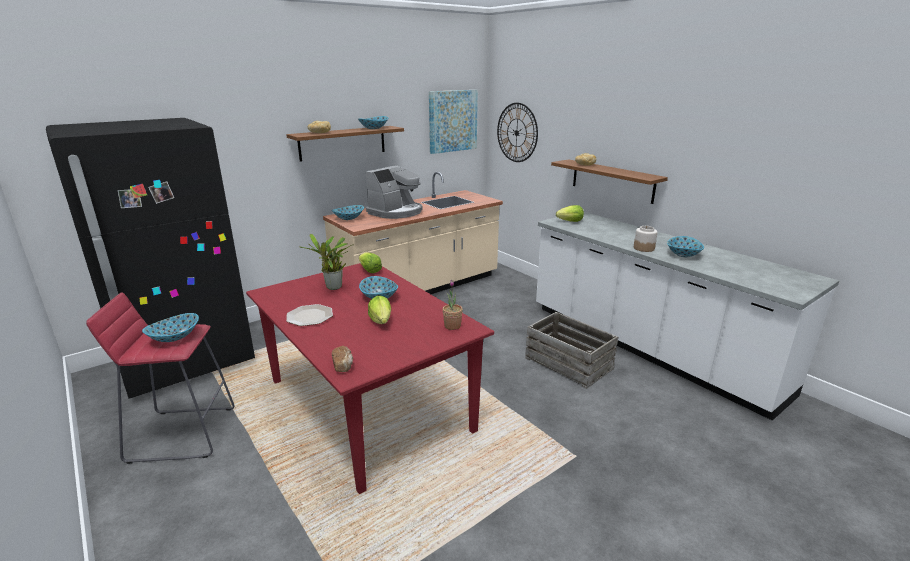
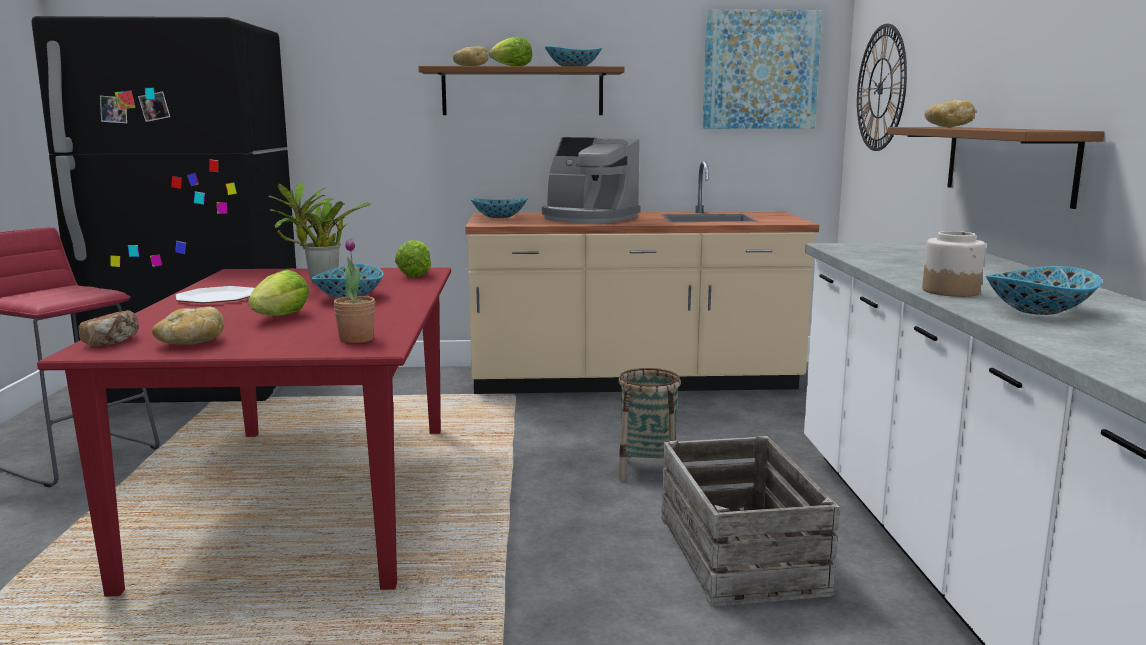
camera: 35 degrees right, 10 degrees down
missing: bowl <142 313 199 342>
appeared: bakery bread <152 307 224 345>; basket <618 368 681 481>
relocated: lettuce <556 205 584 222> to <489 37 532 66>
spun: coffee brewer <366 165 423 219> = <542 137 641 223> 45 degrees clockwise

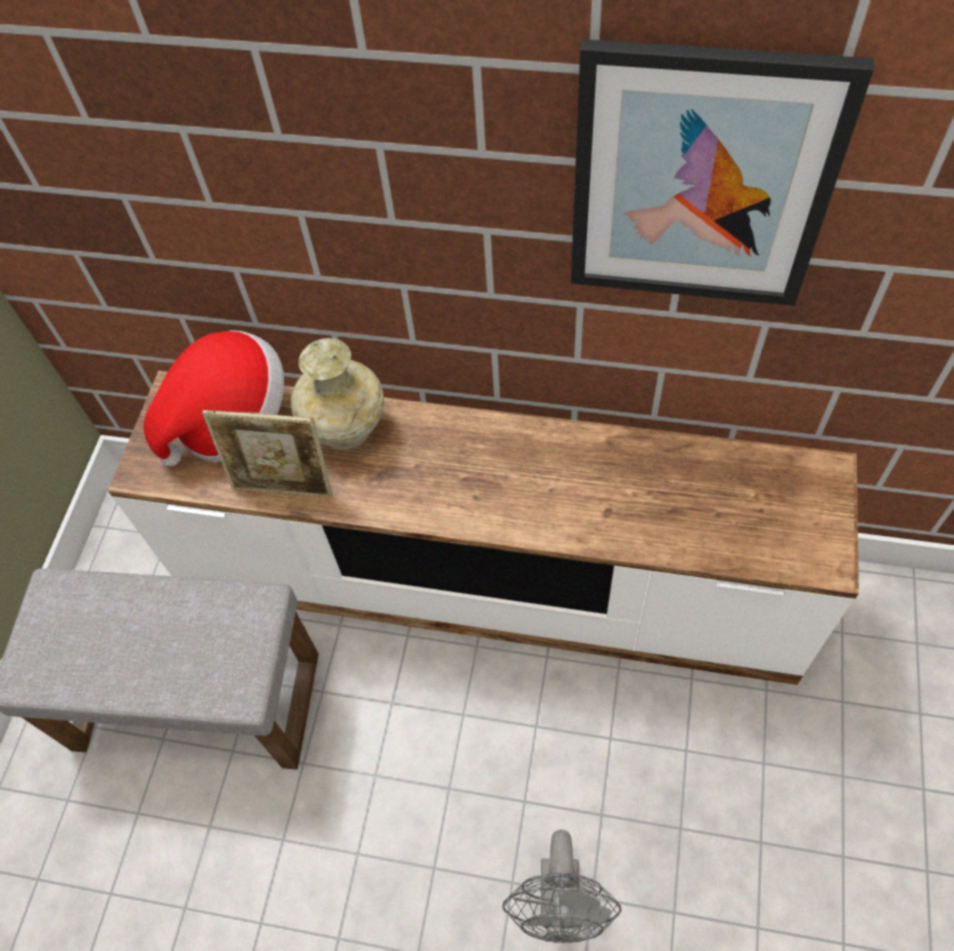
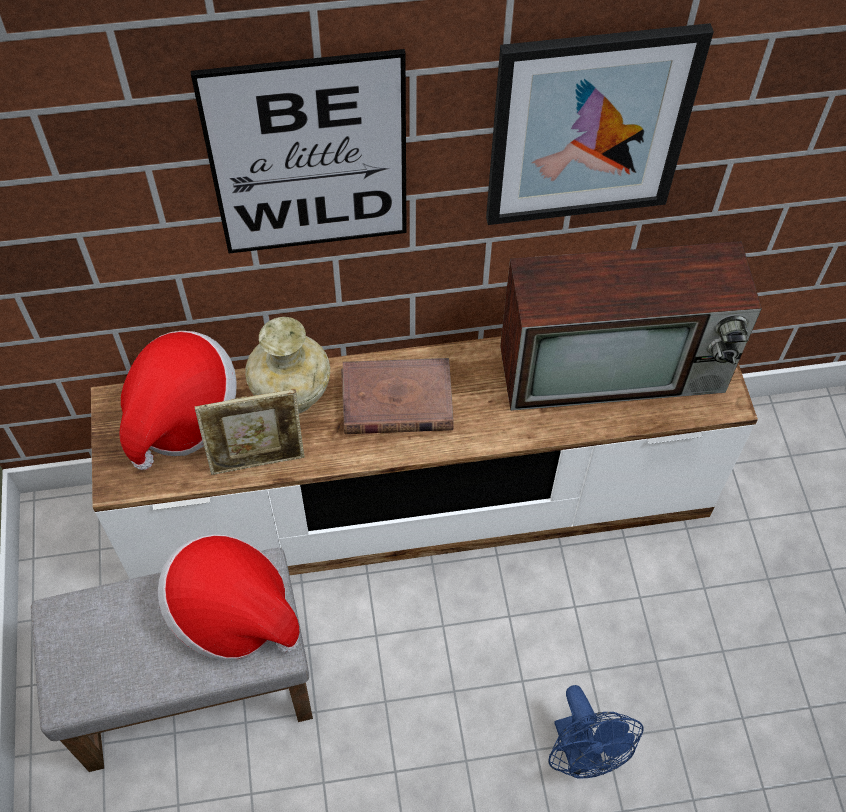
camera: 25 degrees left, 0 degrees up
appeared: hat <158 535 299 660>; picture <191 49 407 253>; brown-coloured volume <341 358 454 434>; television <500 241 762 411>
colour: gray cooling fan <502 830 621 943> to bluish cooling fan <548 685 644 778>

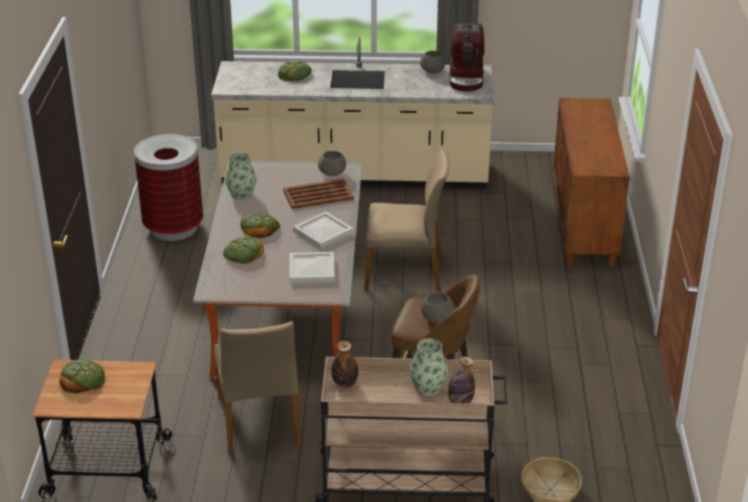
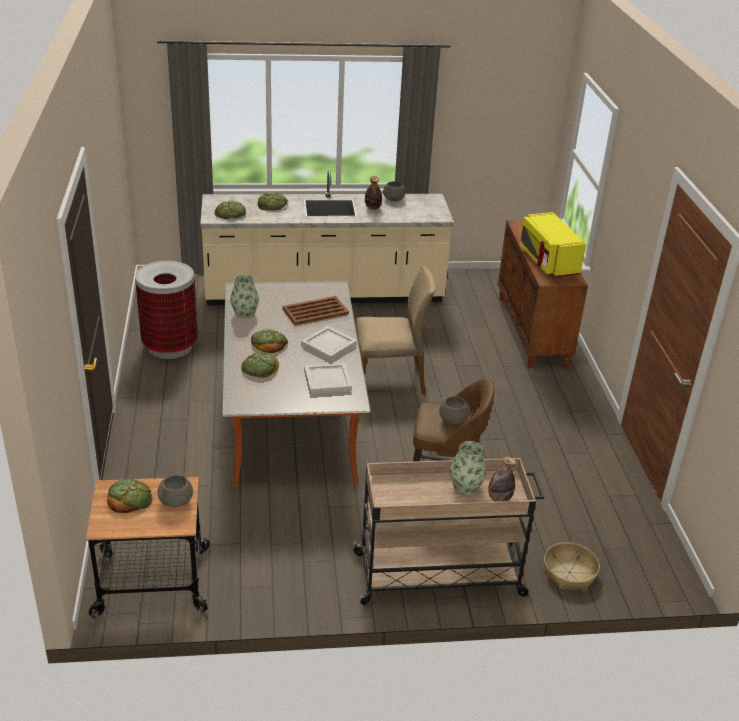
camera: 10 degrees left, 0 degrees up
missing: sand-coloured upright chair <214 321 301 454>; coffee brewer <450 23 485 91>
appeared: bakery bread <214 201 246 219>; yellowish microwave oven <520 212 586 277>
relocated: gray bowl <318 151 346 176> to <158 475 193 507>; drink bottle <331 341 358 388> to <365 176 382 210>

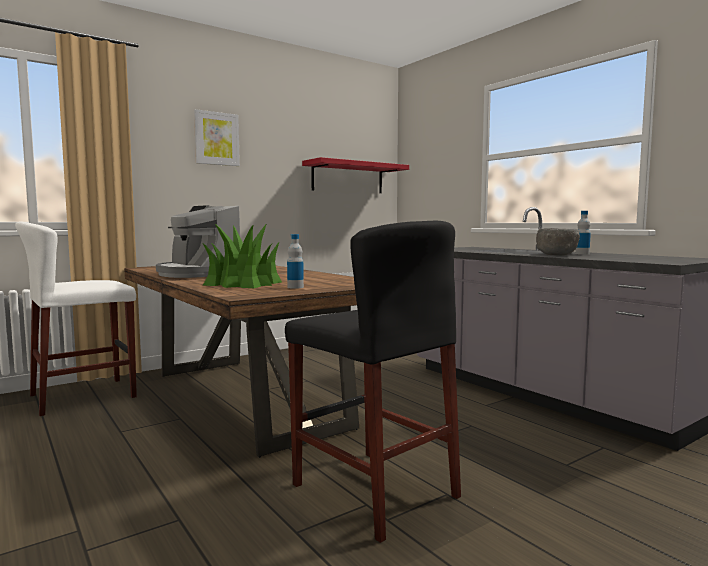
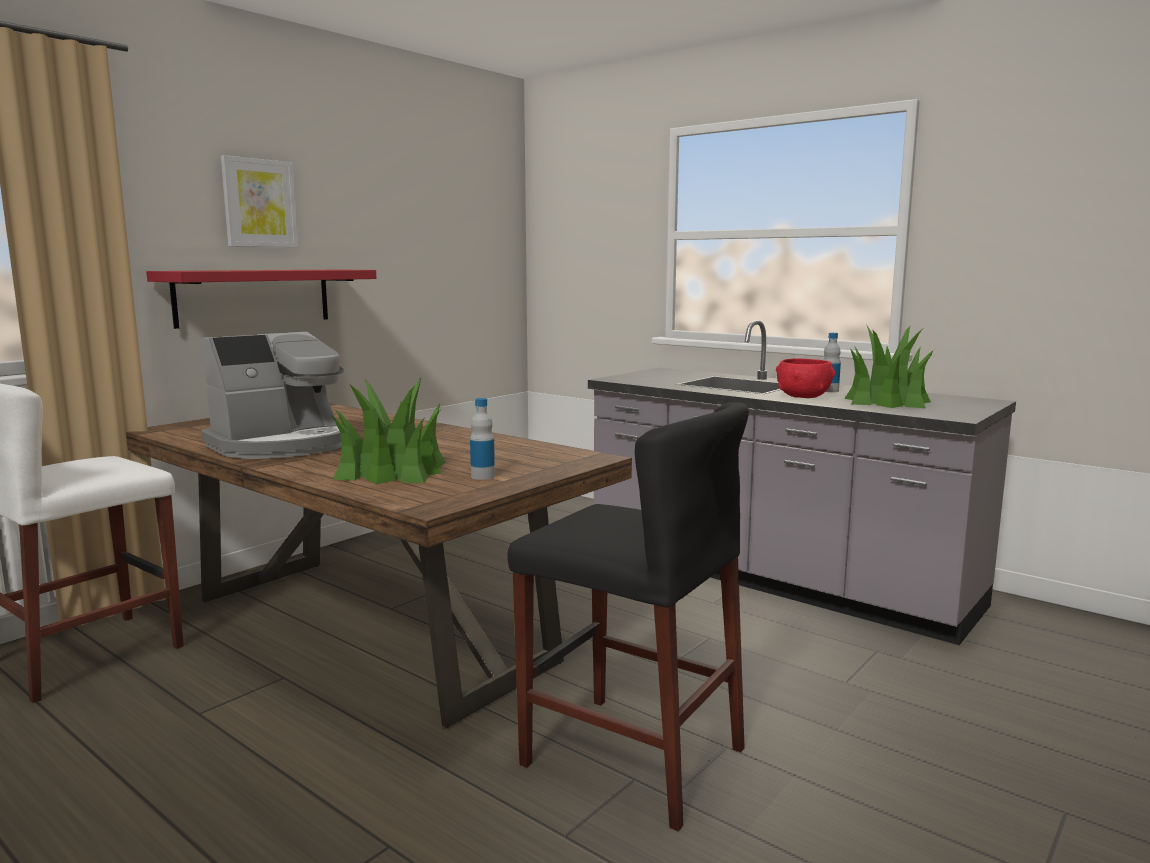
camera: 15 degrees left, 5 degrees up
appeared: plant in a pot <844 324 934 408>
relocated: red-coloured wall shelf <302 157 409 193> to <146 270 376 329>
colour: gray bowl <536 228 580 256> to red-coloured bowl <776 358 835 398>
spun: coffee brewer <156 205 240 278> = <201 332 344 459> 75 degrees counterclockwise

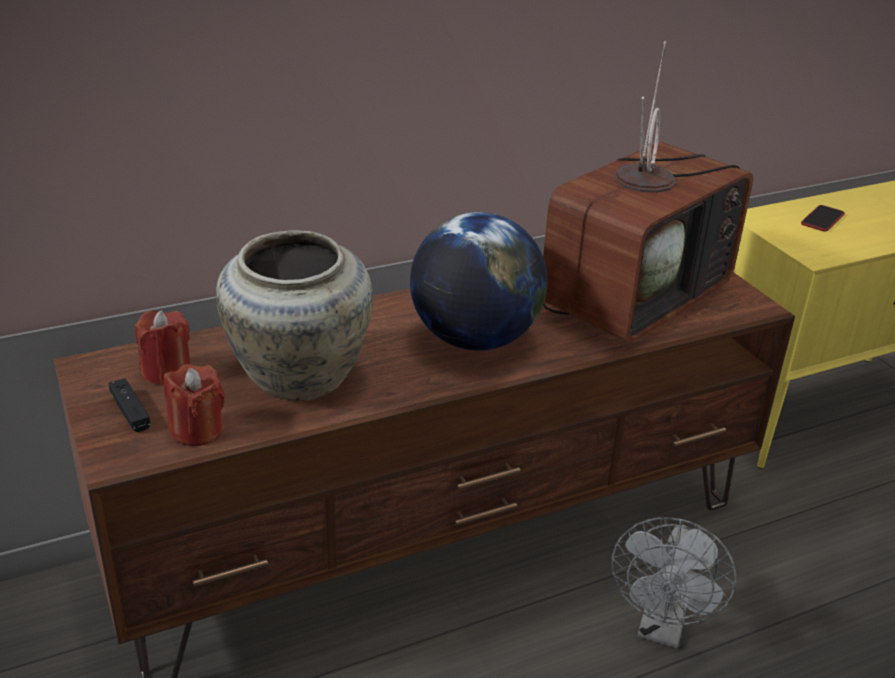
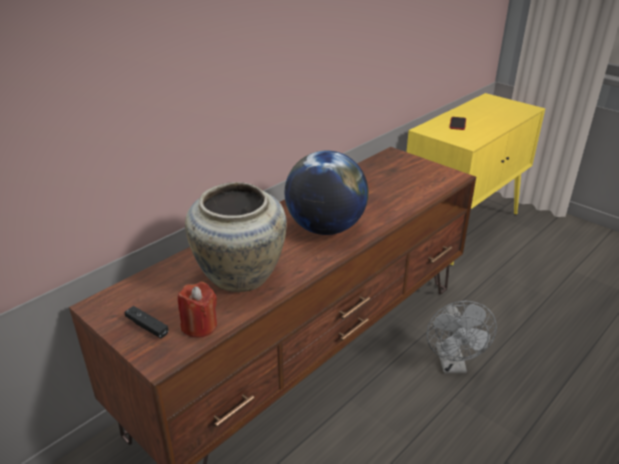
camera: 20 degrees left, 0 degrees up
missing: red-coloured wax candle <135 310 190 386>; television <543 41 753 343>

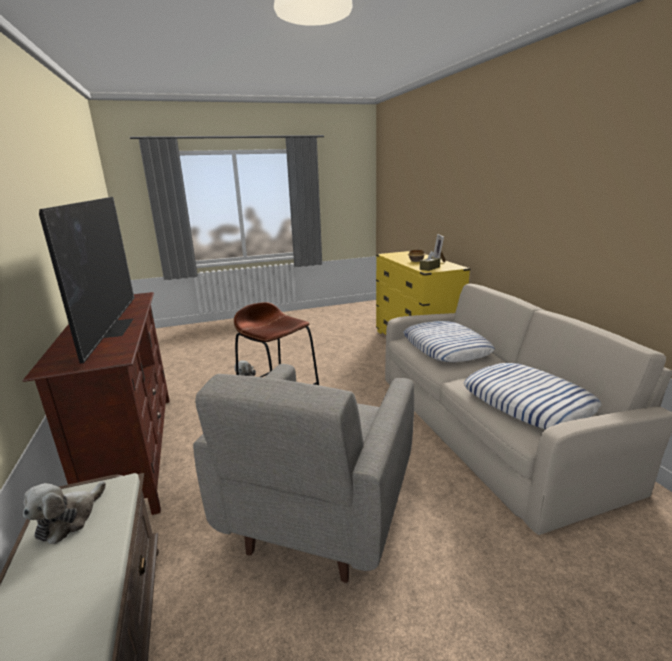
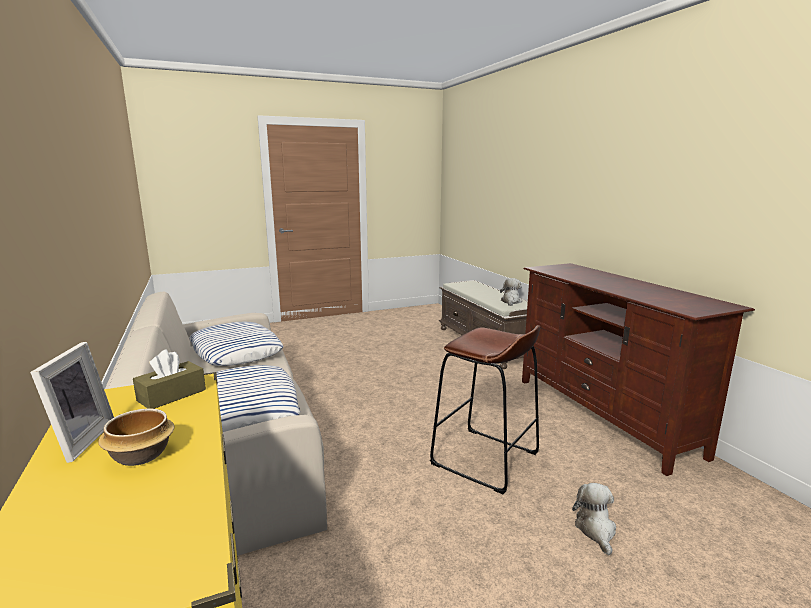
camera: 175 degrees right, 5 degrees down
missing: television <39 197 134 364>; gray easy chair <193 364 414 583>

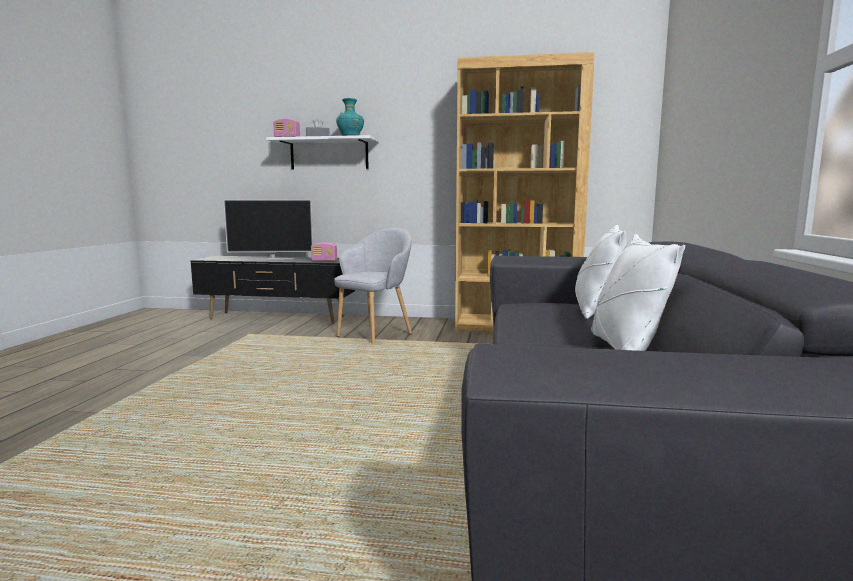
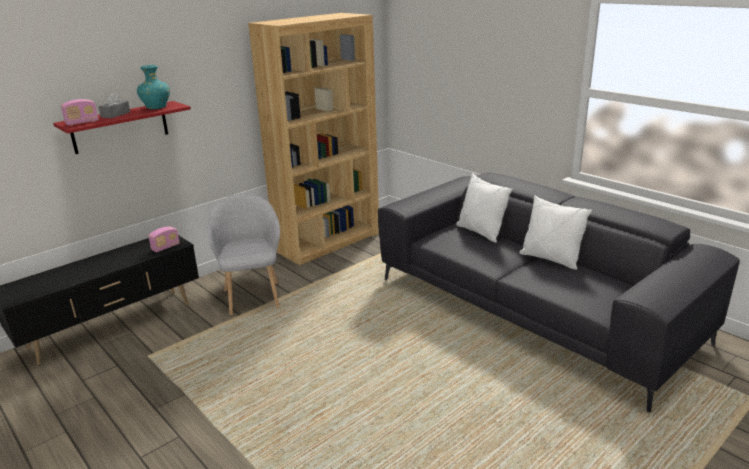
camera: 50 degrees left, 15 degrees up
missing: television <223 200 313 260>
colour: white-coloured wall shelf <266 135 378 169> to red-coloured wall shelf <53 101 191 154>

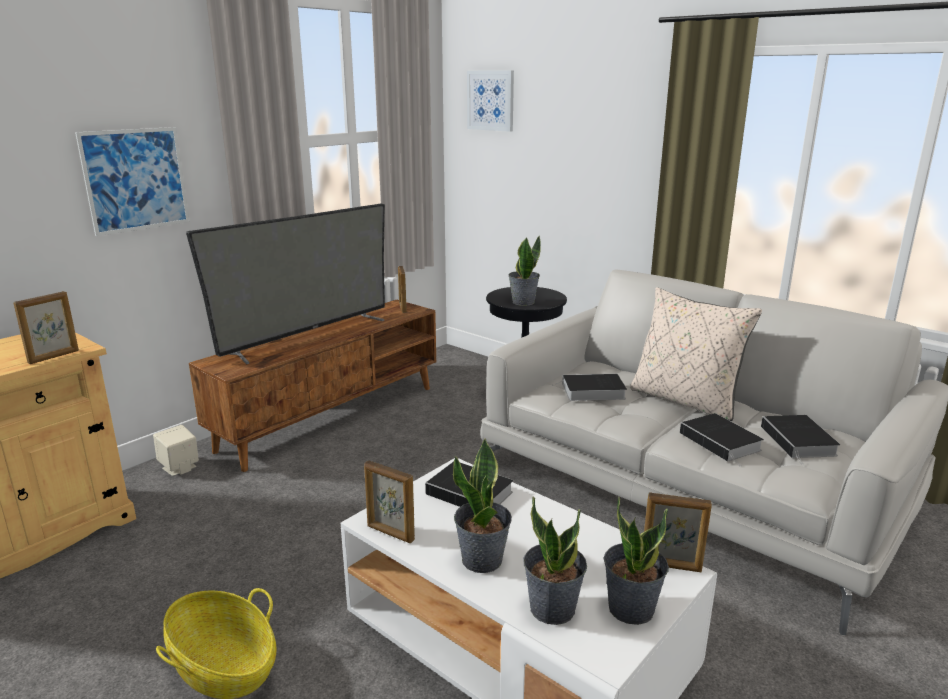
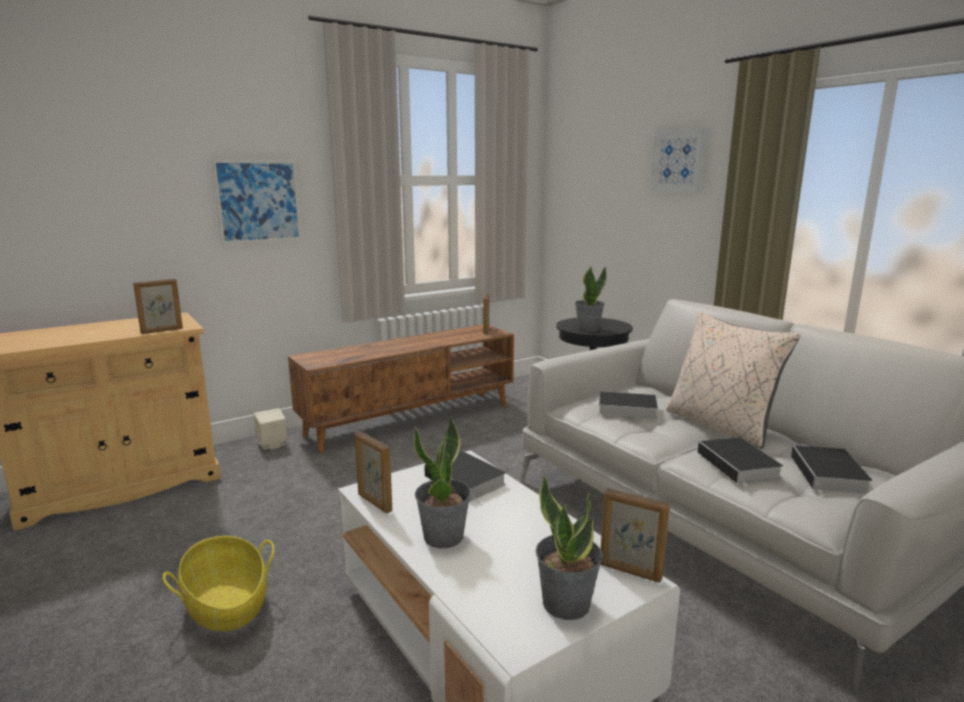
camera: 15 degrees right, 5 degrees down
missing: television <186 204 385 364>; plant in a pot <523 497 587 625>
relocated: picture <467 70 514 132> to <651 127 708 193>

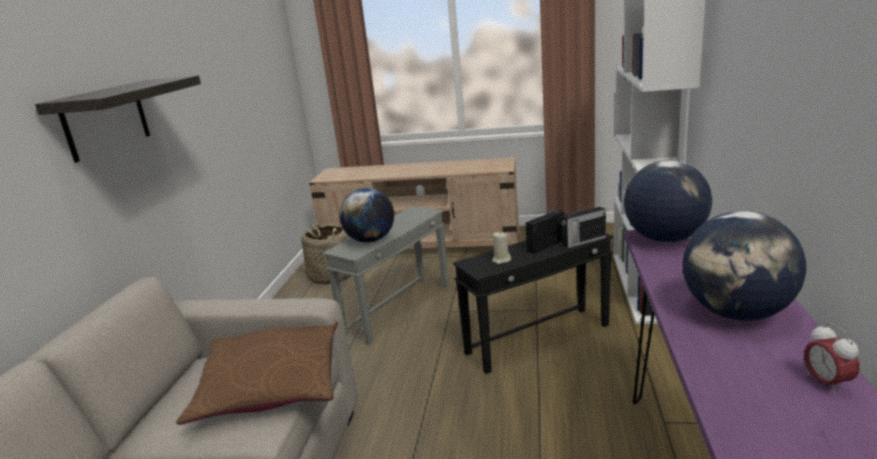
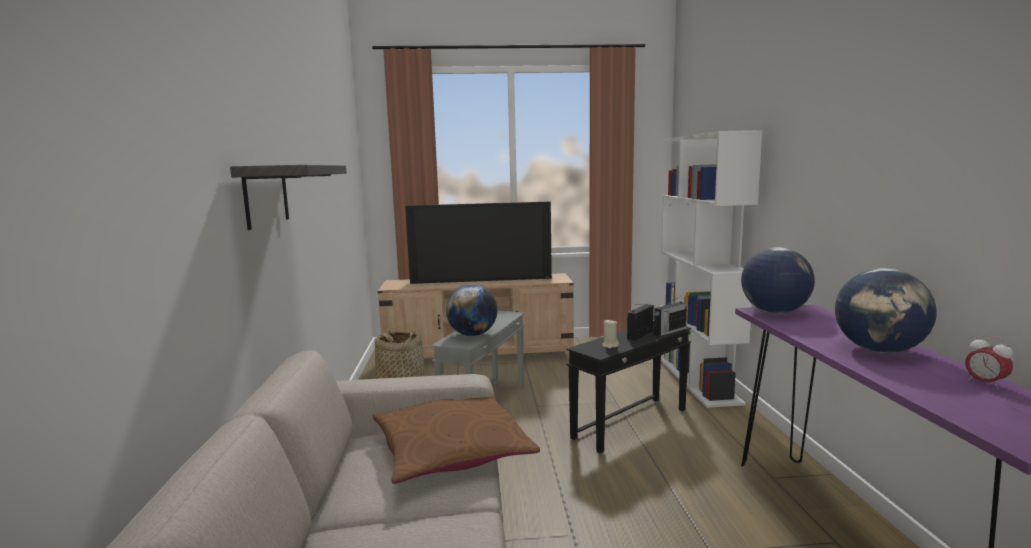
camera: 15 degrees left, 10 degrees down
appeared: television <405 201 552 284>

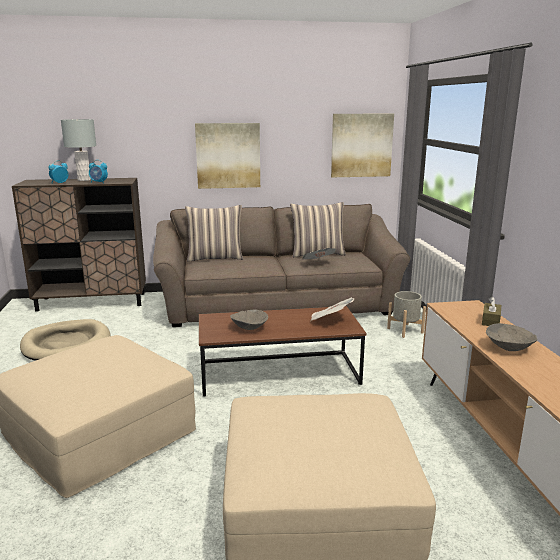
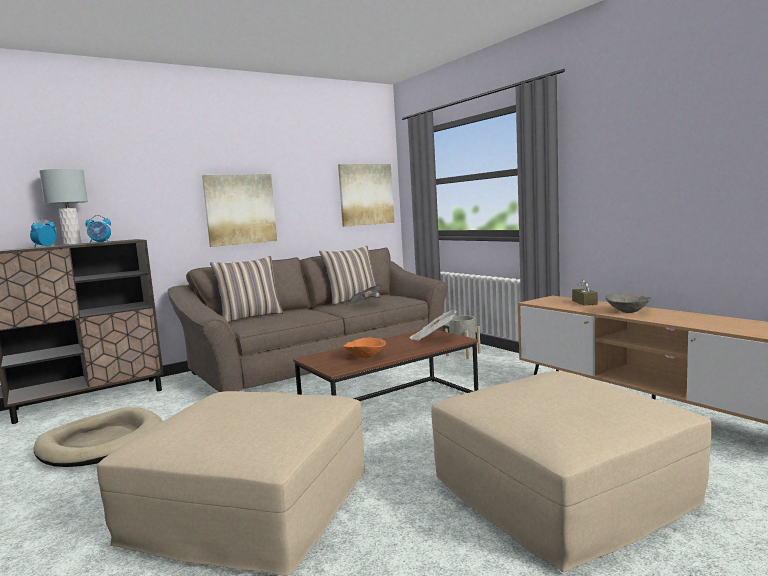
camera: 25 degrees left, 10 degrees down
colour: gray bowl <230 310 268 330> to orangey bowl <343 338 386 358>

